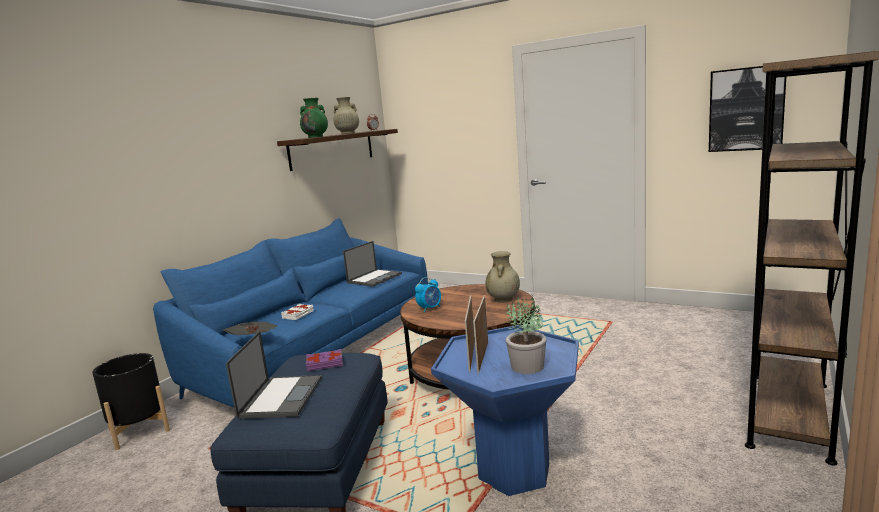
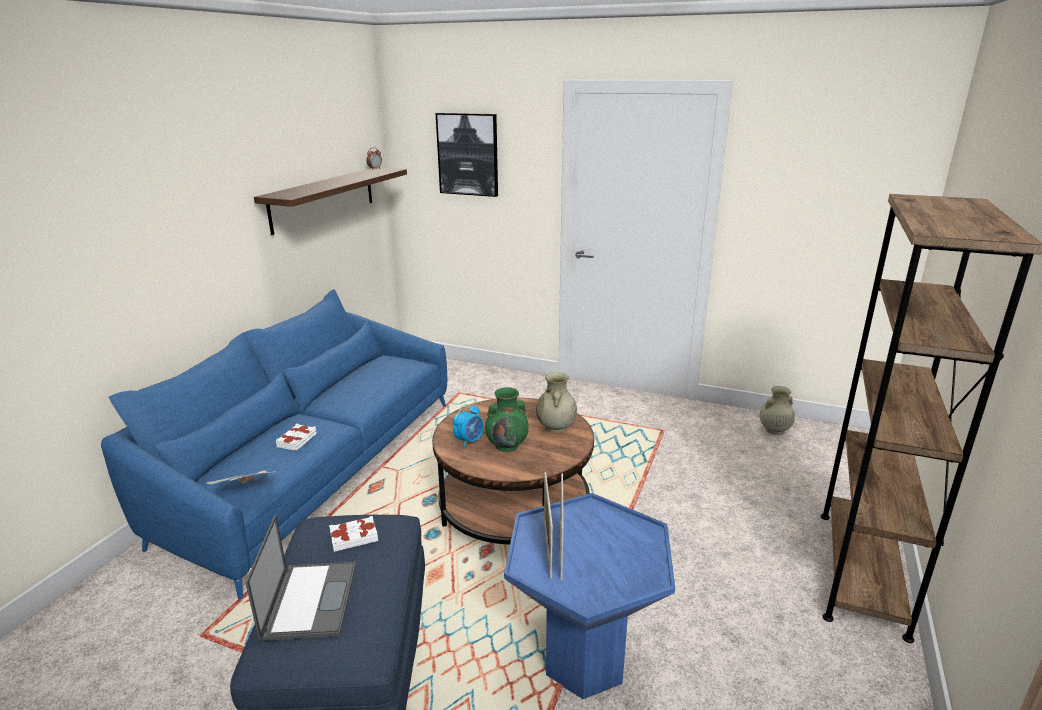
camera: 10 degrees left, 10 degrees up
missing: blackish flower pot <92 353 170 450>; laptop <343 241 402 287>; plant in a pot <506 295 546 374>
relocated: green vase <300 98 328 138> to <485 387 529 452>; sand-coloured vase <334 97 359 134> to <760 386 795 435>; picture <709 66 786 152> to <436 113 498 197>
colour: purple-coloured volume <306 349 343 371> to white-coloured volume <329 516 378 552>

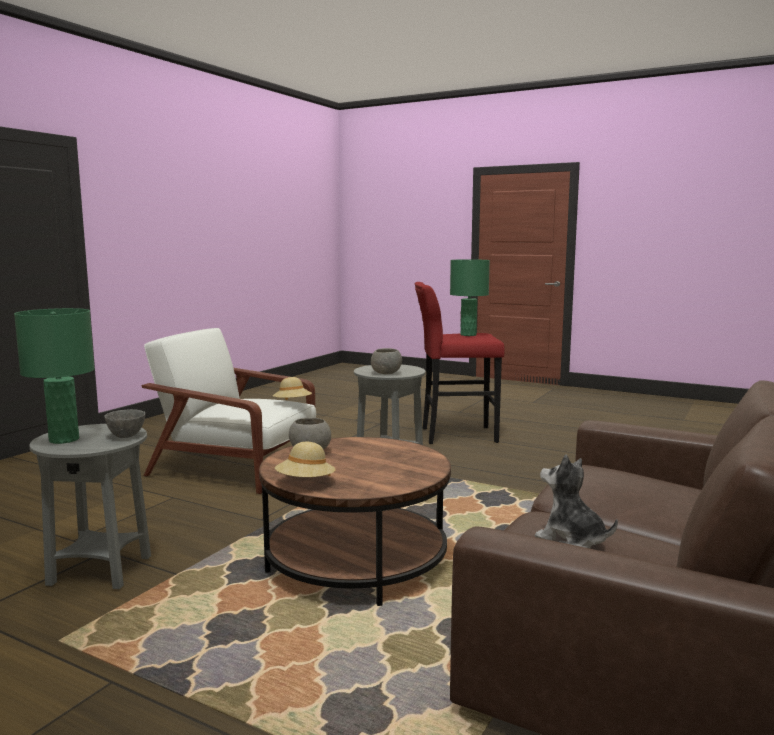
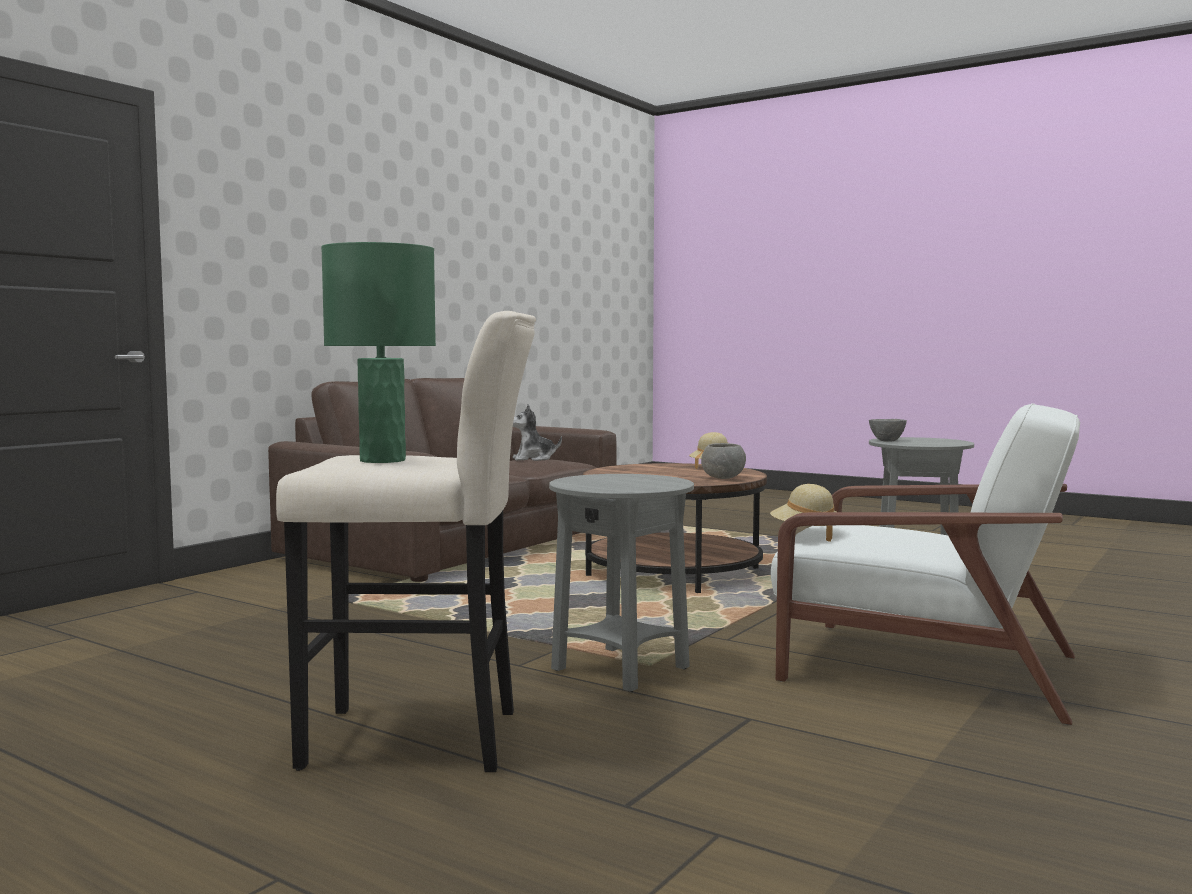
camera: 175 degrees left, 5 degrees down
missing: green tabletop lamp <14 308 95 444>; gray bowl <371 348 402 374>
colour: red-coloured sitting stool <415 282 505 444> to sand-coloured sitting stool <276 311 536 772>
spun: plush toy <535 454 618 548> = <513 404 562 461> 120 degrees clockwise

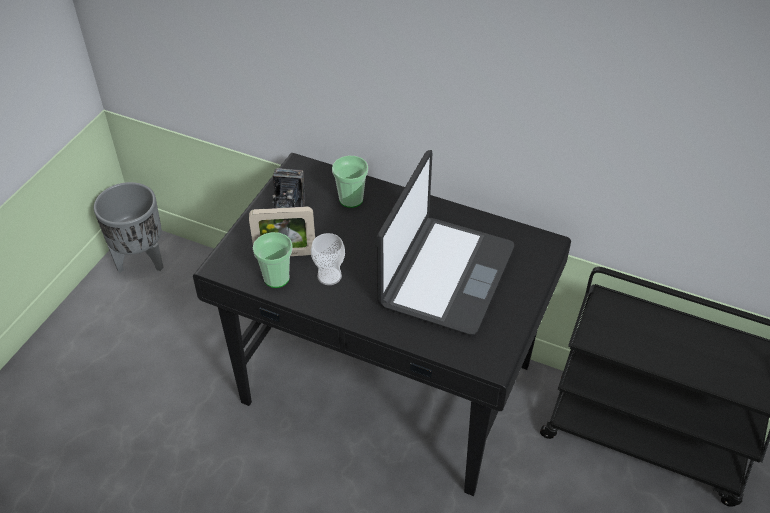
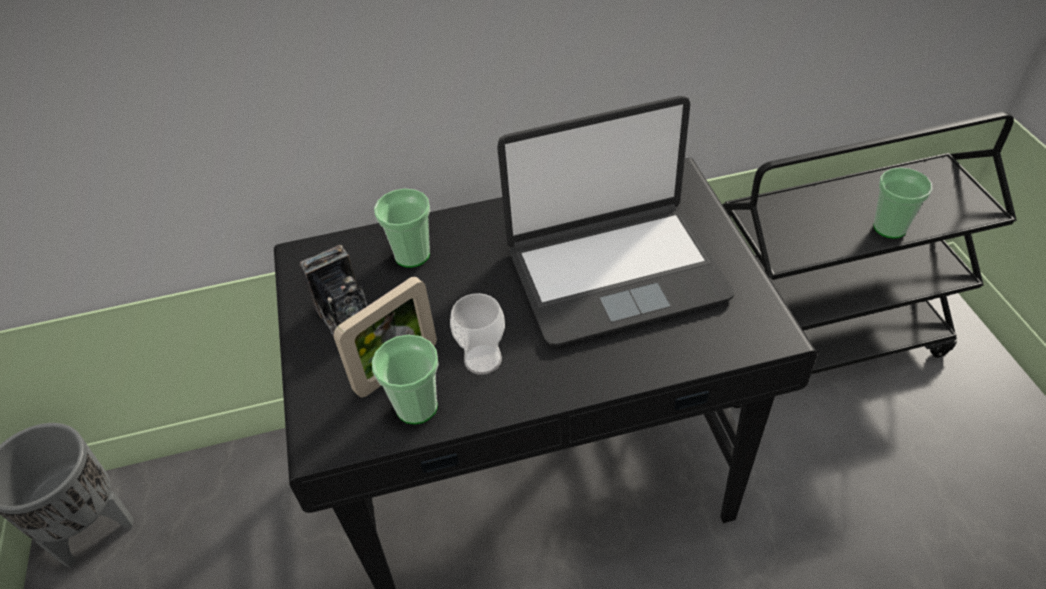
camera: 35 degrees left, 0 degrees up
appeared: drinking cup <874 167 933 238>
spun: laptop <377 150 514 336> = <497 96 734 347> 90 degrees clockwise

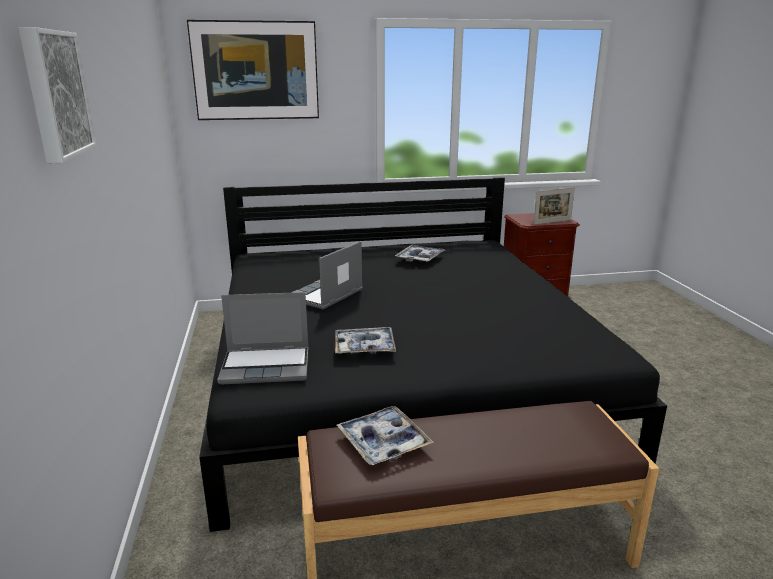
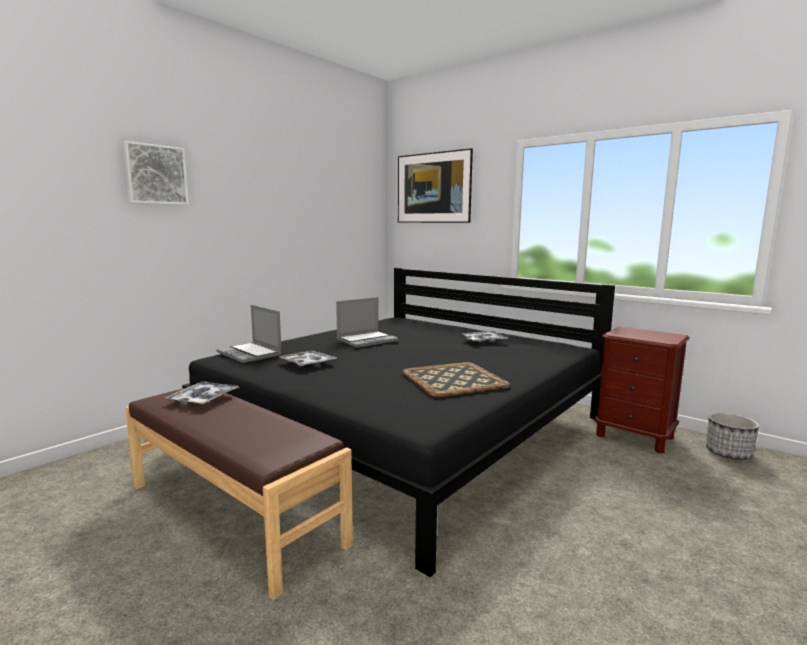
camera: 50 degrees right, 10 degrees down
missing: standing frame <533 187 575 225>
appeared: carrying tray <402 362 511 398>; flower pot <706 413 759 460>
spun: laptop <291 241 363 310> = <336 297 398 348> 150 degrees clockwise

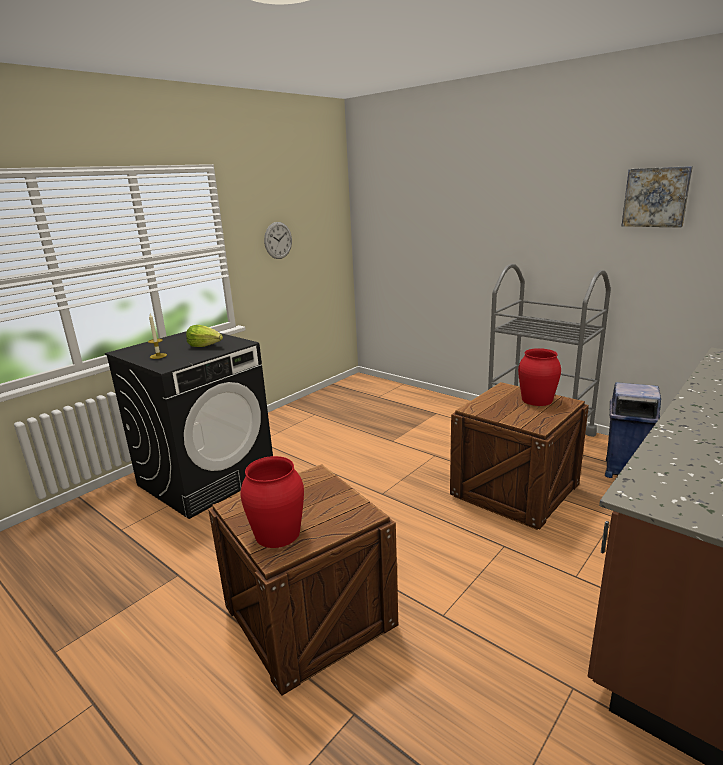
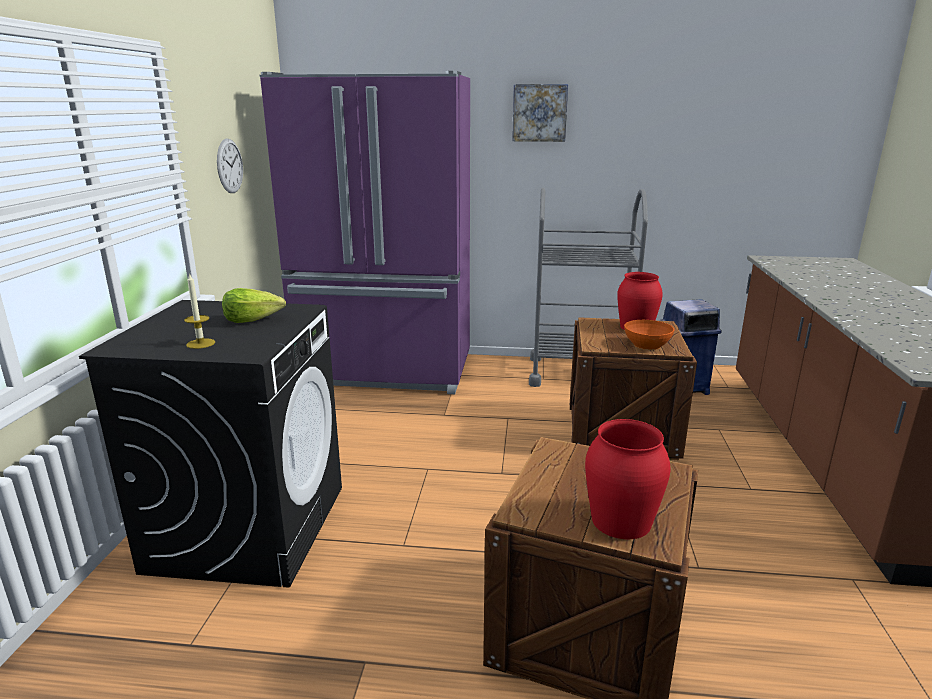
camera: 35 degrees left, 0 degrees up
appeared: purple-coloured kitchen fridge <260 71 470 394>; orangey bowl <624 320 674 350>
relocated: picture <622 166 693 228> to <512 84 568 142>

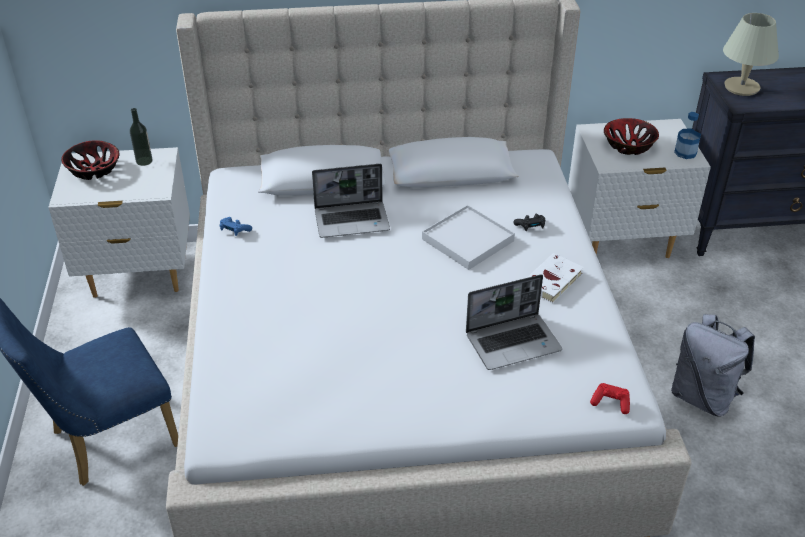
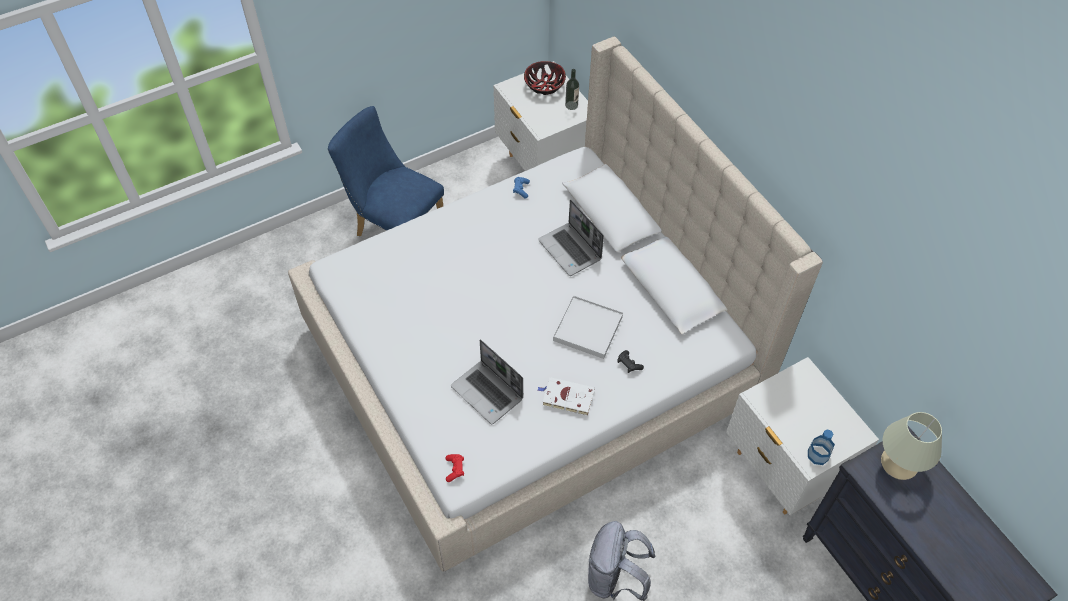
camera: 65 degrees right, 15 degrees up
missing: bowl <604 118 659 155>

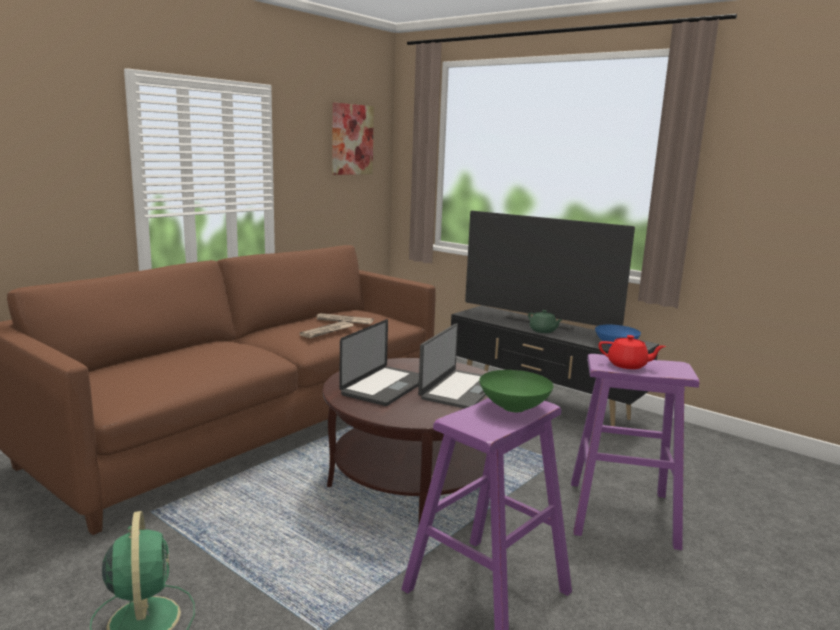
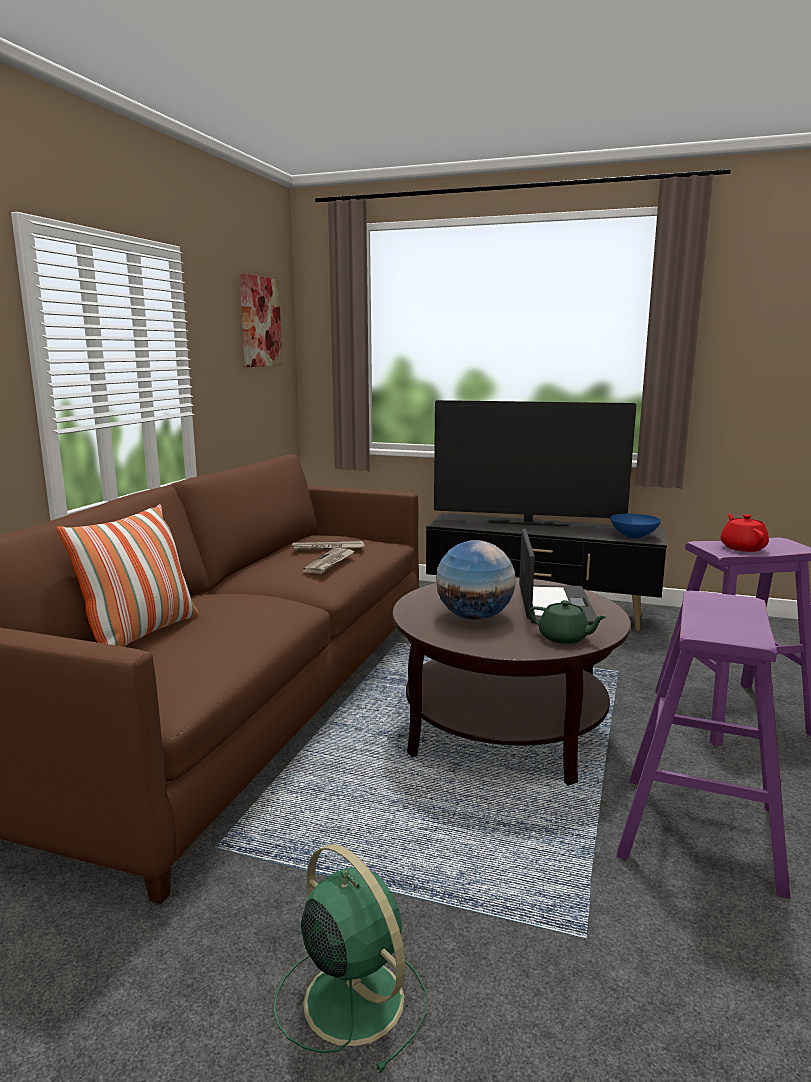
camera: 20 degrees left, 0 degrees up
missing: green bowl <479 370 553 412>
appeared: throw pillow <56 504 198 647>
relocated: green tea pot <528 310 562 333> to <529 600 606 644>
exchanged: laptop <339 319 419 406> to globe <436 540 516 620>
spun: red-coloured tea pot <598 335 666 369> = <721 514 769 552> 90 degrees counterclockwise

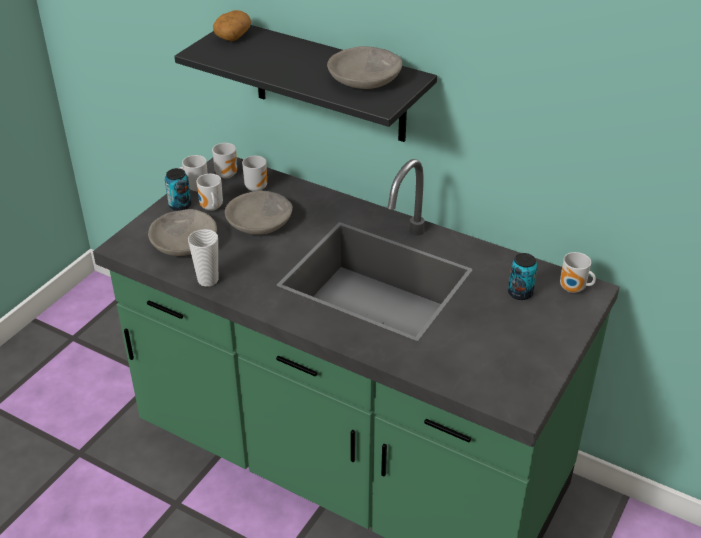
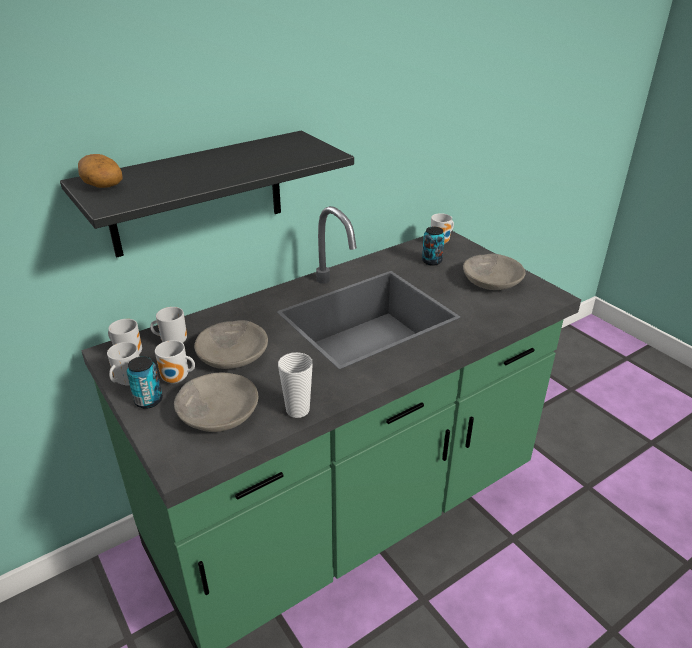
camera: 65 degrees left, 5 degrees down
relocated: gray bowl <327 46 402 89> to <463 254 526 290>

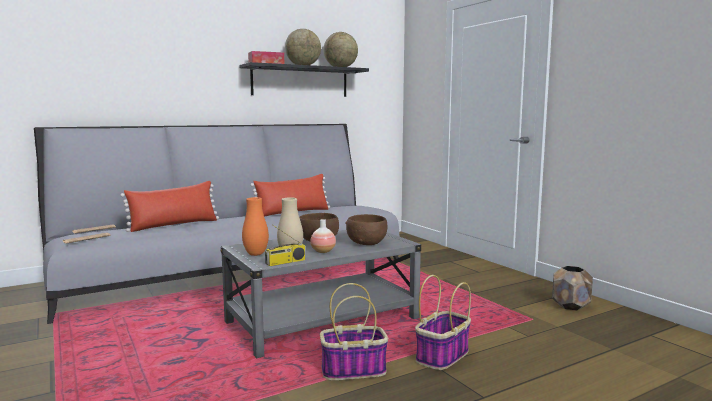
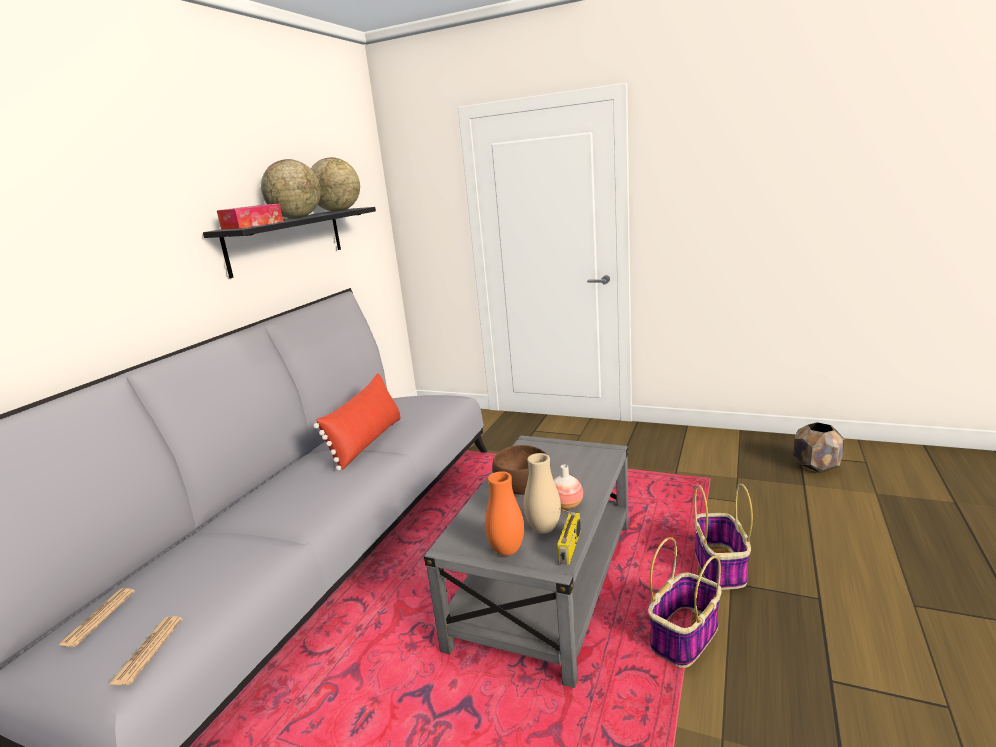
camera: 35 degrees left, 10 degrees up
missing: red-coloured throw pillow <120 181 219 232>; brown-coloured bowl <345 214 387 245>
relocated: brown-coloured flower pot <552 266 593 310> to <793 422 845 473>

